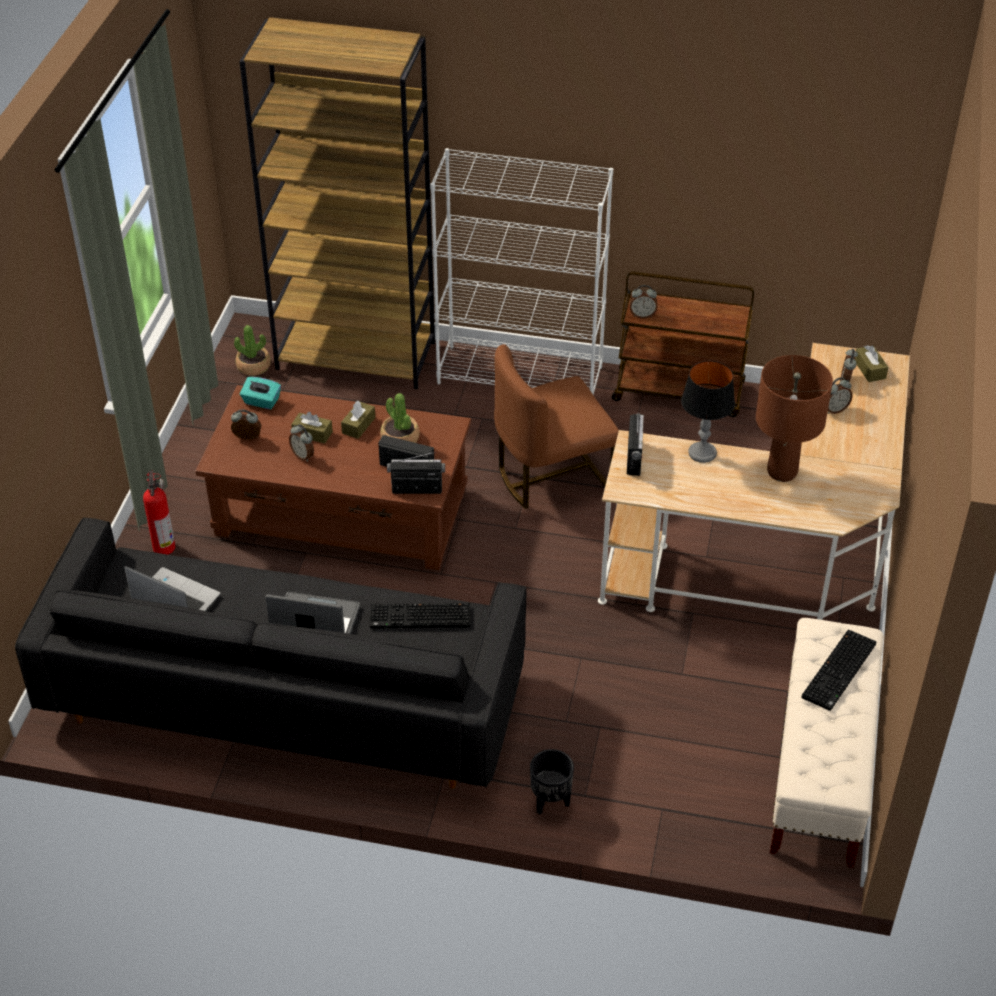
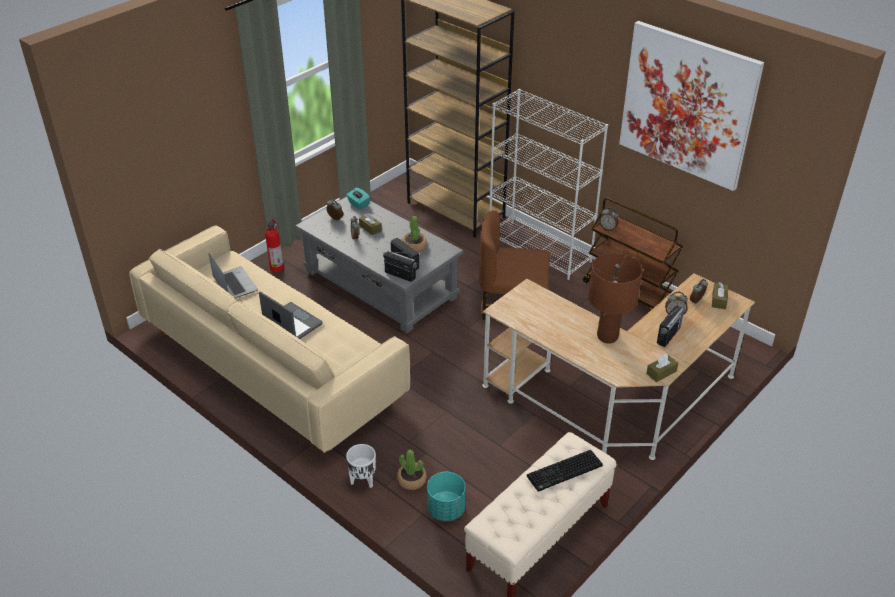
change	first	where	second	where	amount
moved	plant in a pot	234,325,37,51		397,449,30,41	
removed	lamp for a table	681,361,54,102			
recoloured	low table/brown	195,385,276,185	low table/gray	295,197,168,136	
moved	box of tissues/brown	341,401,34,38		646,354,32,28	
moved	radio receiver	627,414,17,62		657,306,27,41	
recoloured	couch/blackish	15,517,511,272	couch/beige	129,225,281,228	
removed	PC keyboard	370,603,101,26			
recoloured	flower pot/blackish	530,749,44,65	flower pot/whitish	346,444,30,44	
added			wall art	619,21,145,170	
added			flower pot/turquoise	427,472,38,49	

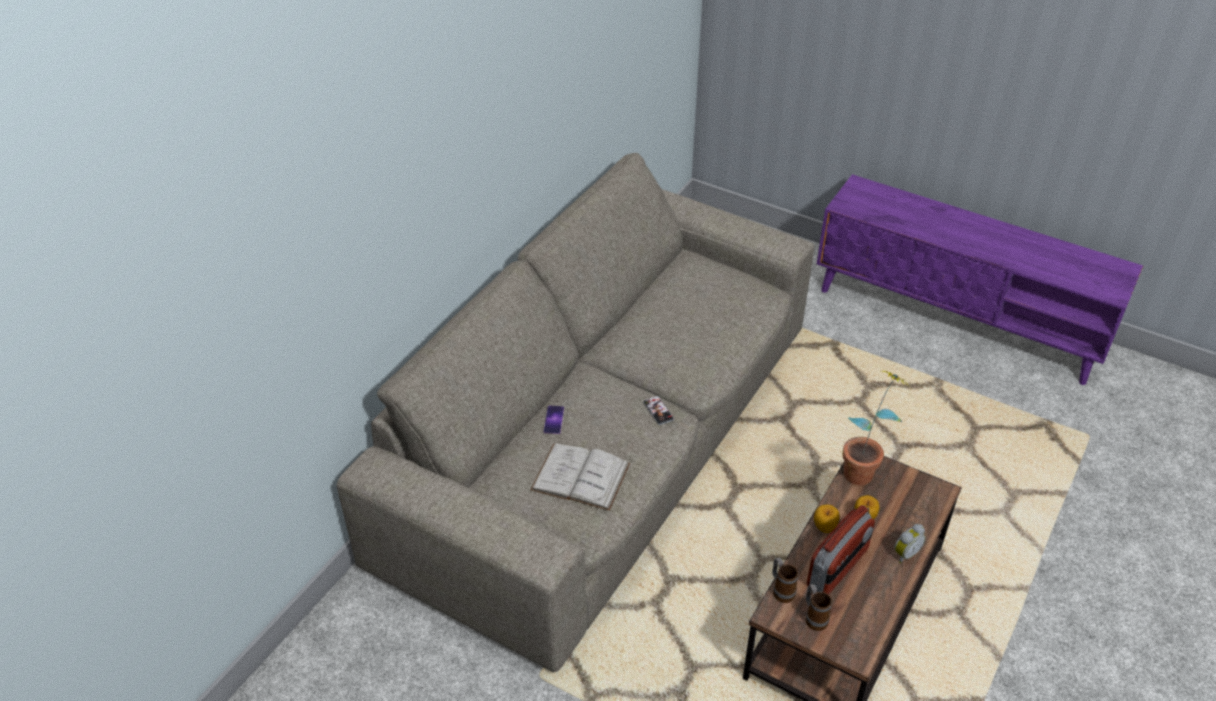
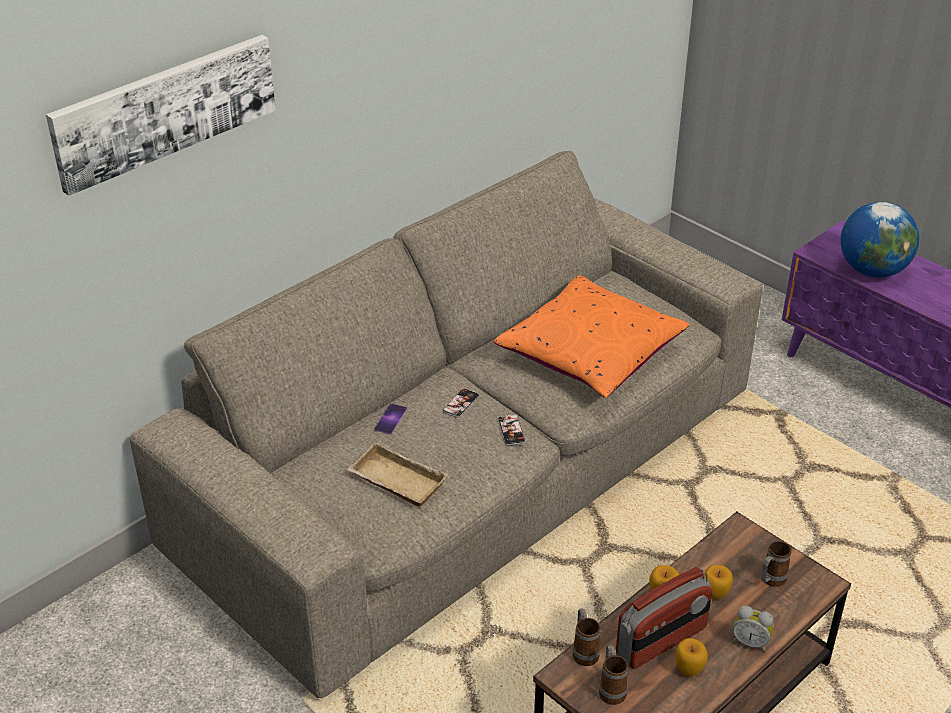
change	first	where	second	where	amount
removed	plant in a pot	842,369,66,116			
replaced	book/whitish	530,443,100,68	tray/beige	347,442,101,65	
turned	bedside clock	894,524,32,39		732,605,42,47	45 degrees clockwise
added			wall art	46,35,230,161	
added			globe	841,202,78,76	
added			cushion/orange-coloured	494,275,196,123	
added			telephone	442,388,38,30	
added			tea mug	761,541,30,46	
added			apple fruit	676,638,32,39	

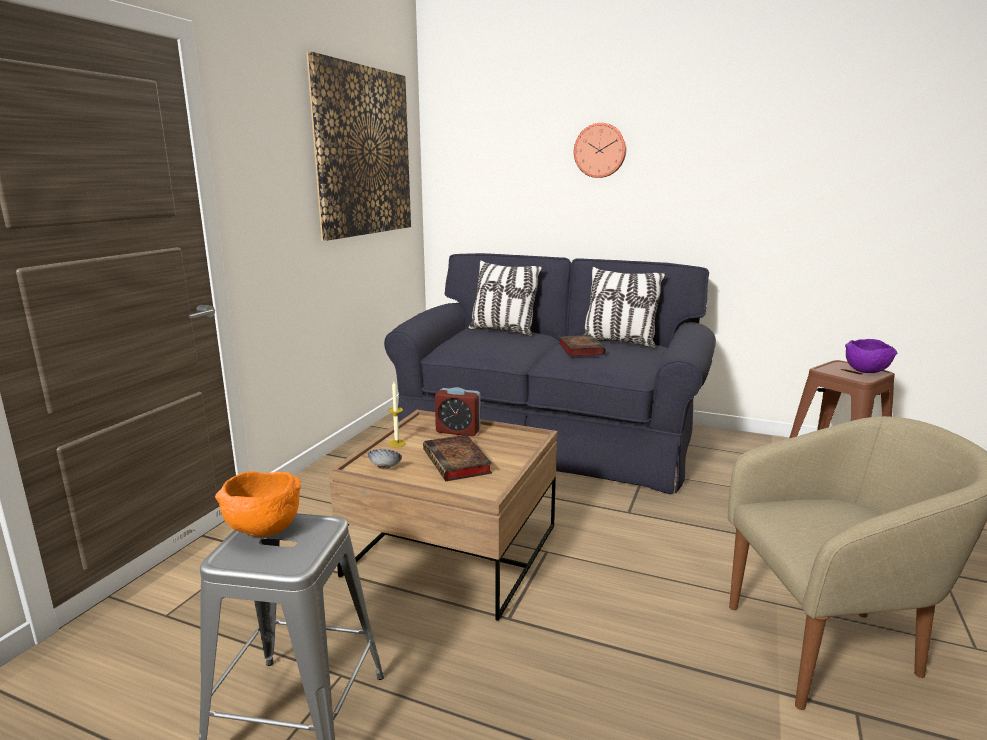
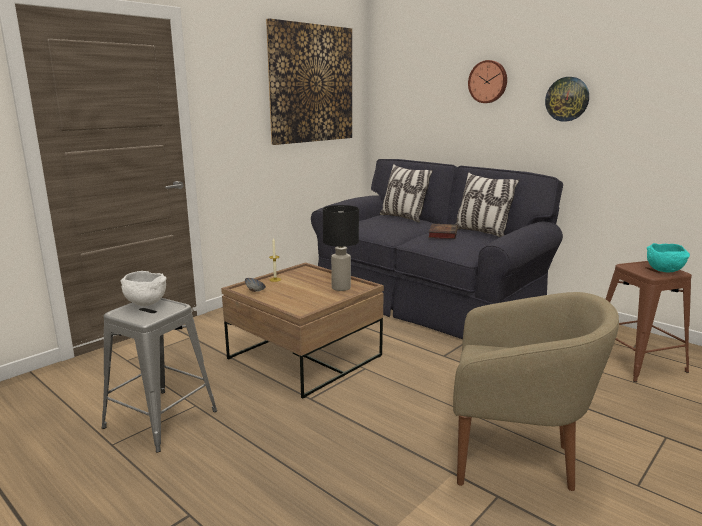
change	first	where	second	where	amount
recoloured	deep dish/purplish	845,339,53,34	deep dish/turquoise	647,243,43,30	
removed	bedside clock	435,387,46,49			
removed	book	423,435,69,46			
recoloured	deep dish/orange-coloured	215,471,86,66	deep dish/whitish	120,271,46,35	
added			hanging clock	545,77,44,45	
added			lamp for a table/blackish	323,205,36,86	

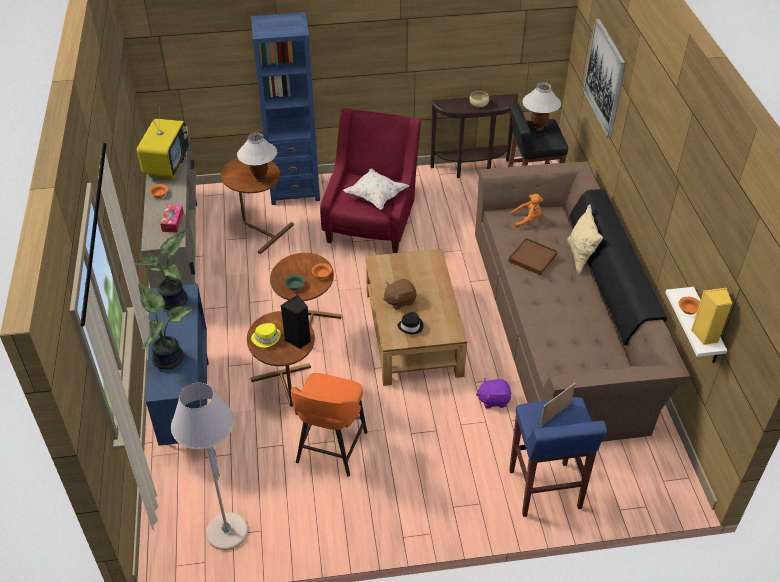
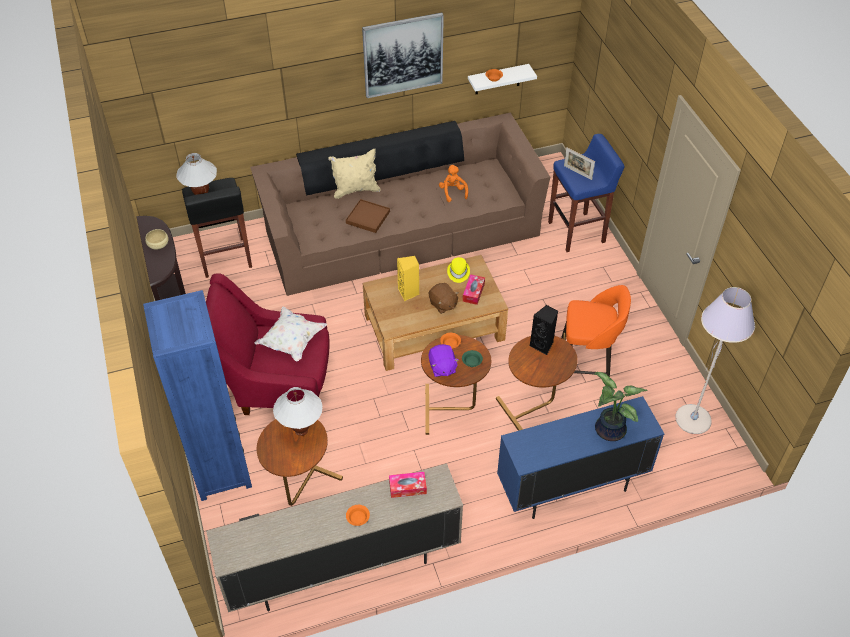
change	first	where	second	where	amount
moved	wall art	583,18,43,119		362,12,82,86	
removed	television	137,107,52,72			
moved	soft toy/orange-coloured	511,194,32,34		439,165,29,37	
removed	plant in a pot	135,229,53,81			
moved	loudspeaker/yellowish	691,288,41,57		397,256,22,45	
replaced	clothing hat/blackish	397,312,27,22	box of tissues	463,274,22,31	
moved	clothing hat/yellowish	251,323,30,25		447,257,23,26	
moved	soft toy/purplish	476,378,35,30		429,344,30,33	

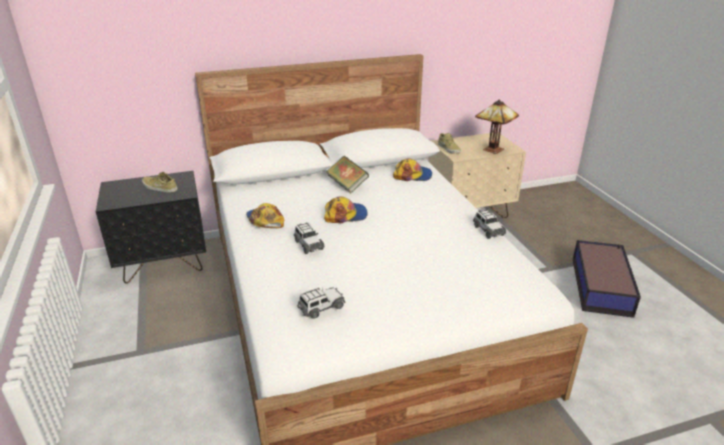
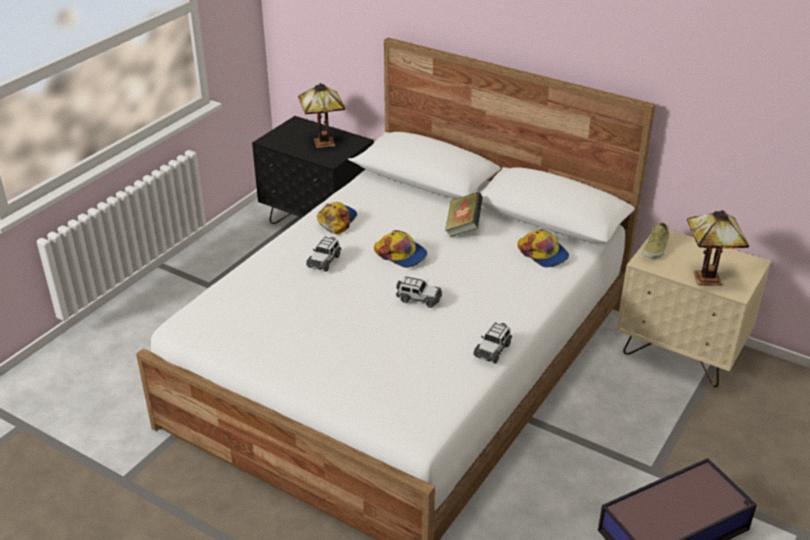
change	first	where	second	where	amount
replaced	low shoe/beige	142,172,36,20	lamp for a table	298,83,47,65	
moved	miniature car	297,287,49,32		396,276,46,32	

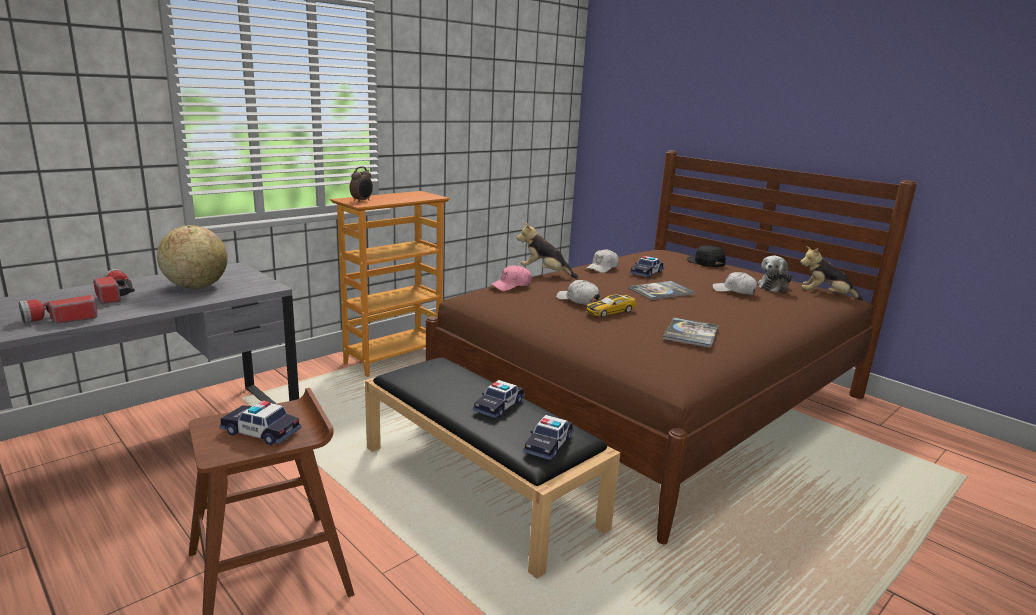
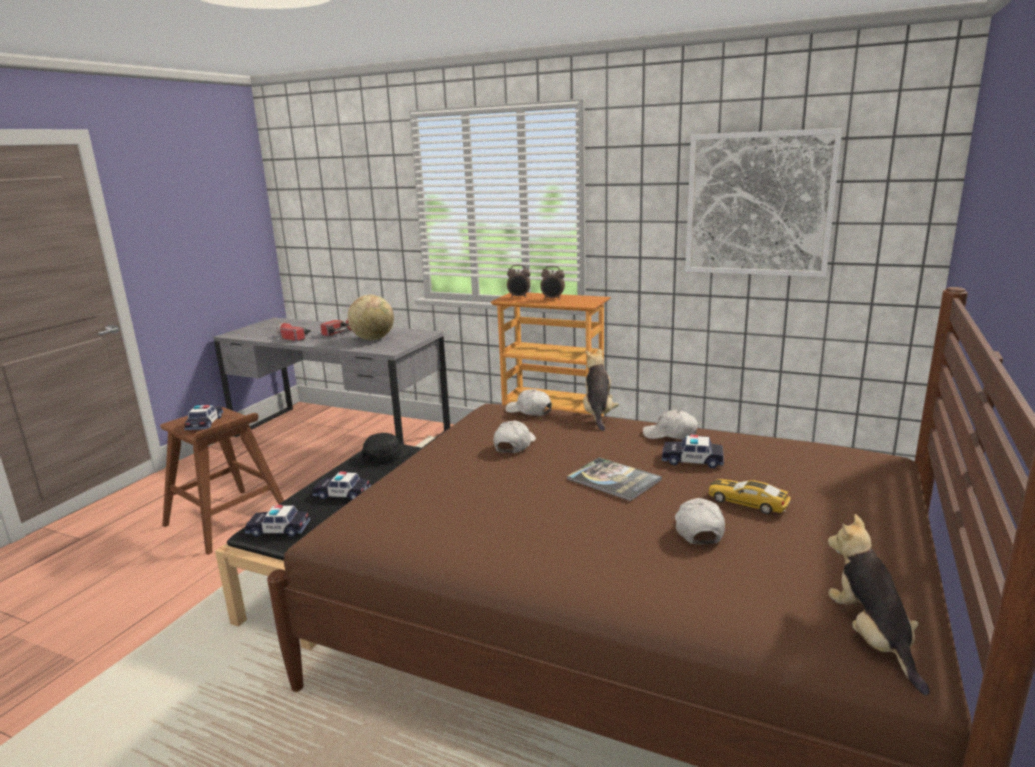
change	first	where	second	where	amount
moved	cap/blackish	687,245,39,22		362,433,48,32	
removed	soft toy	758,256,34,37			
recoloured	cap/pink	490,265,42,26	cap/whitish	505,389,47,27	
moved	miniature car	586,294,51,24		709,479,82,35	
removed	book	663,318,56,30			
added			wall art	685,128,157,149	
added			bedside clock	540,266,25,34	

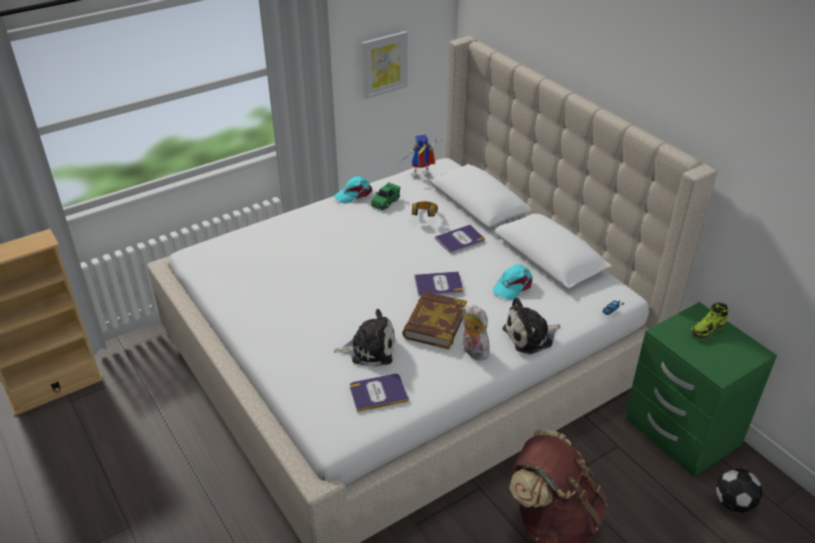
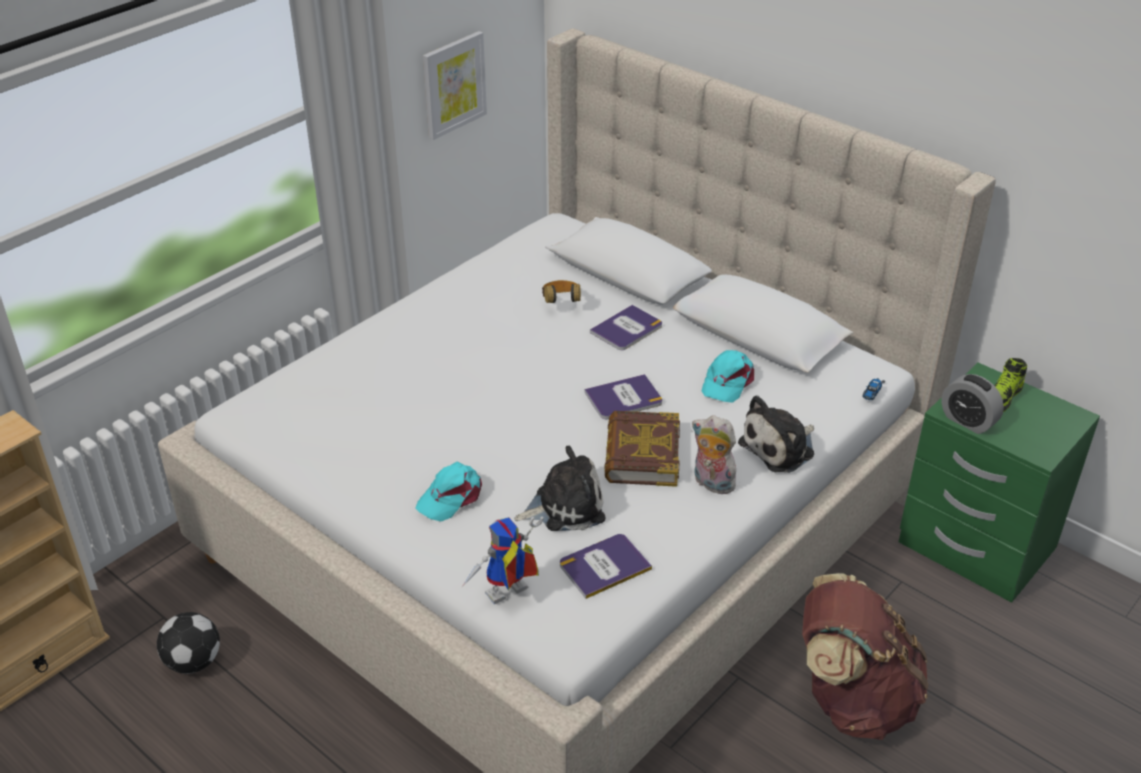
change	first	where	second	where	amount
moved	model robot	399,135,43,43		462,516,81,88	
moved	cap/turquoise	334,176,38,28		415,462,67,60	
removed	miniature car/green	371,182,29,28			
moved	football ball	716,468,47,45		157,612,63,62	
added			bedside clock	941,374,63,60	

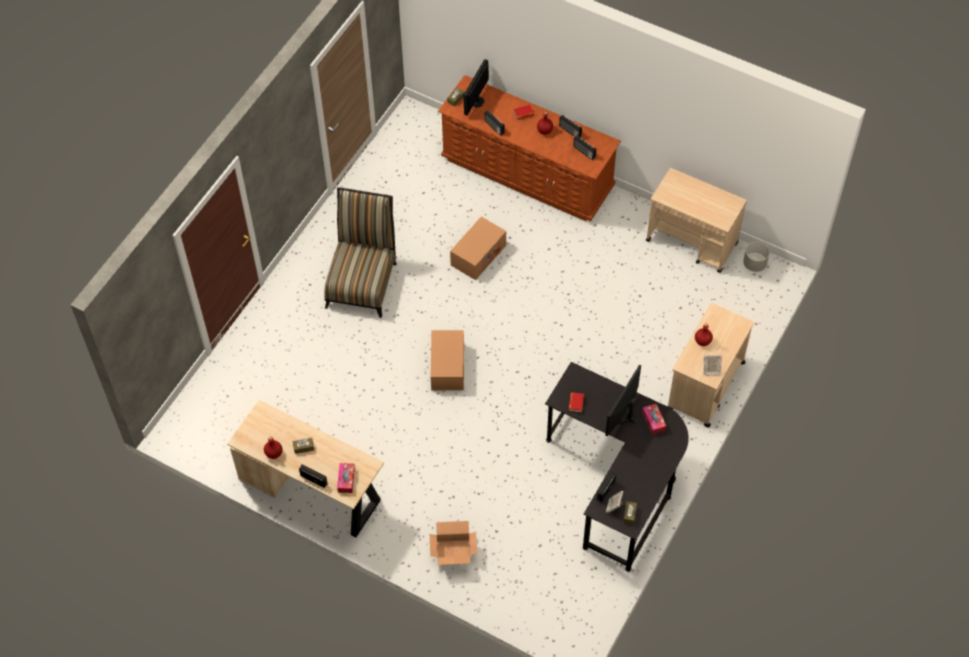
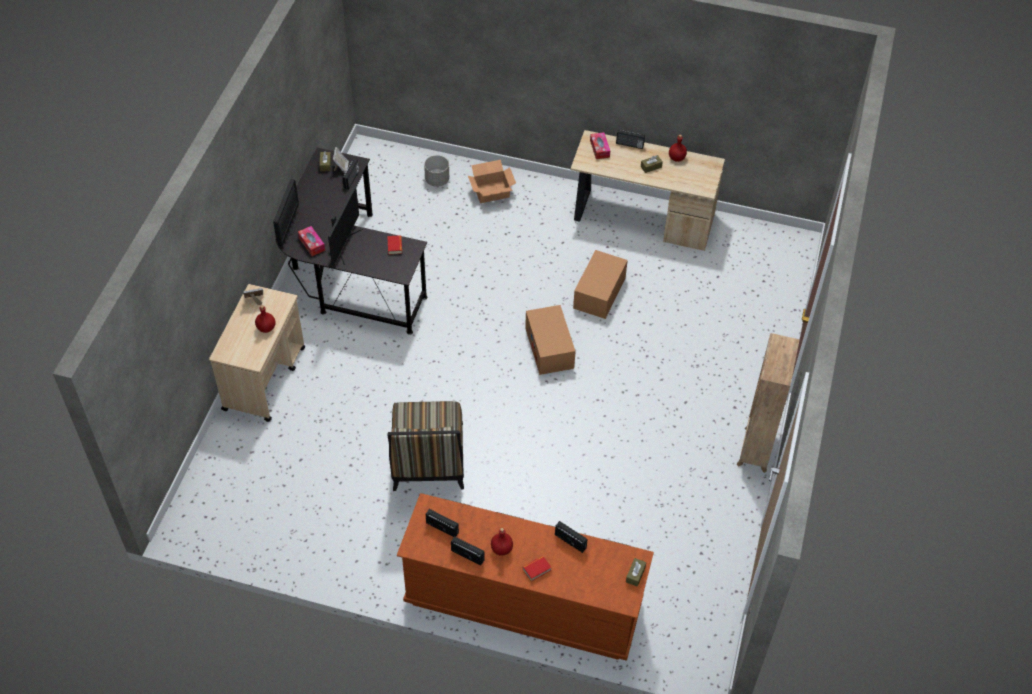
change	first	where	second	where	amount
moved	monitor	464,59,25,56		273,179,26,68	
removed	trolley/beige	646,168,101,105			
moved	plain chair	324,187,73,131		387,401,77,90	
moved	packing box	450,217,56,63		573,250,55,69	
moved	flower pot/gray	743,242,27,30		424,155,25,32	
added			bookcase/brown	737,333,63,140	

